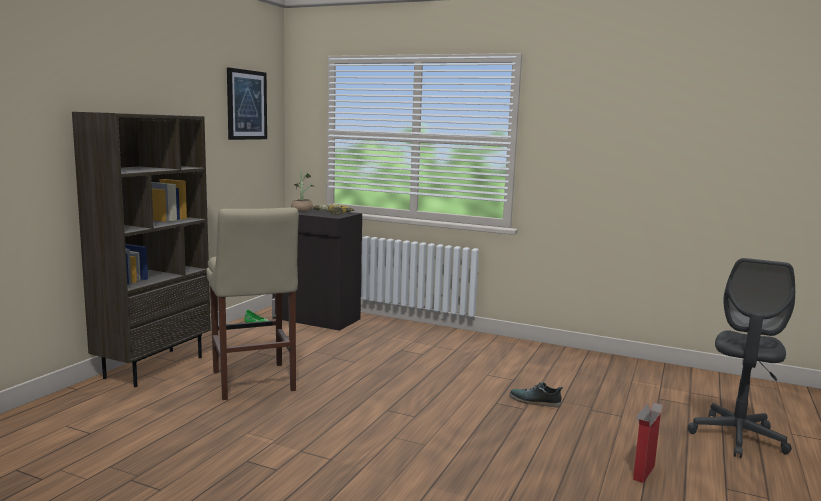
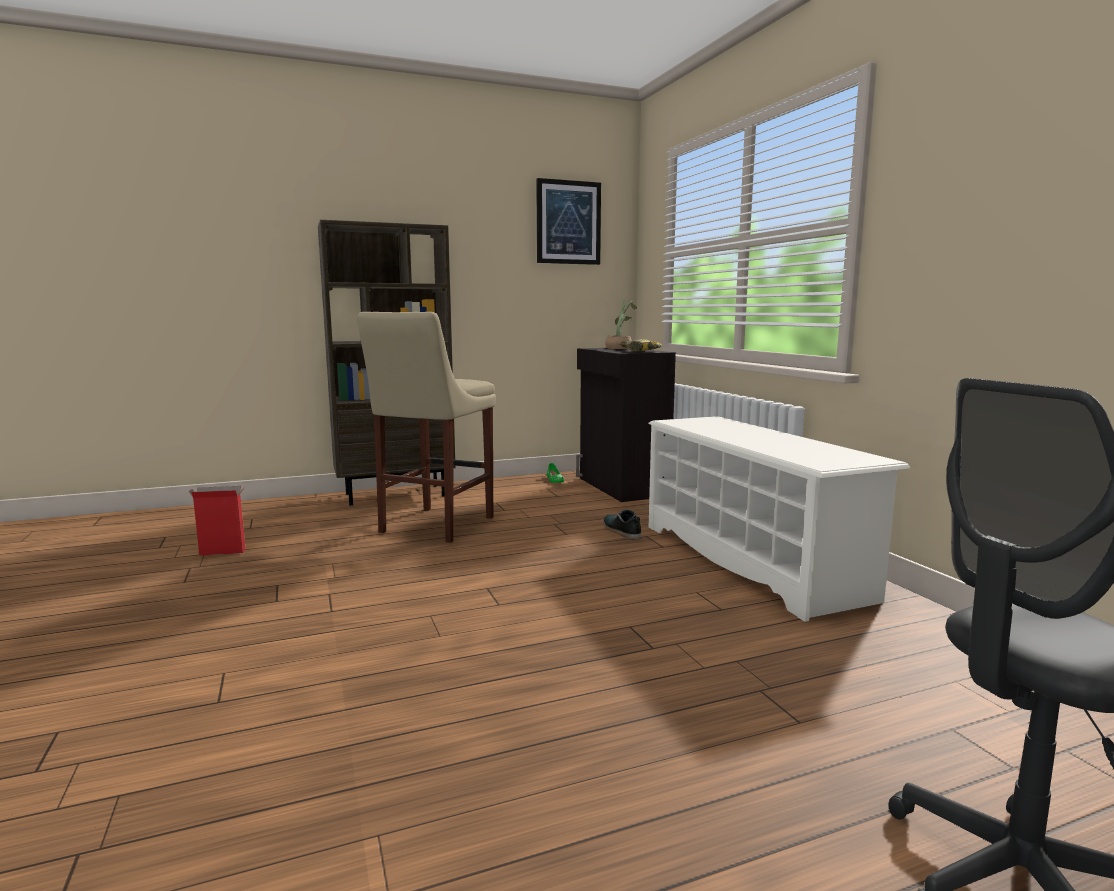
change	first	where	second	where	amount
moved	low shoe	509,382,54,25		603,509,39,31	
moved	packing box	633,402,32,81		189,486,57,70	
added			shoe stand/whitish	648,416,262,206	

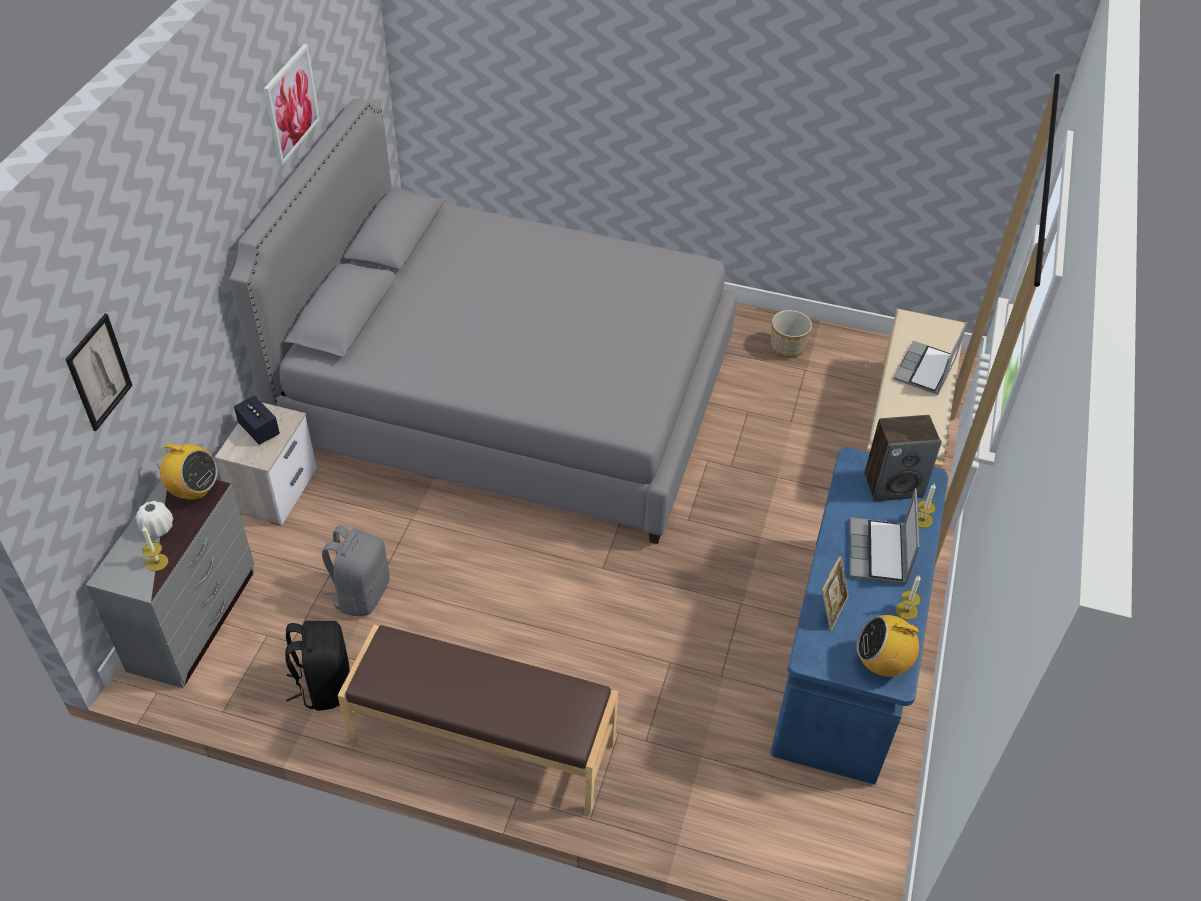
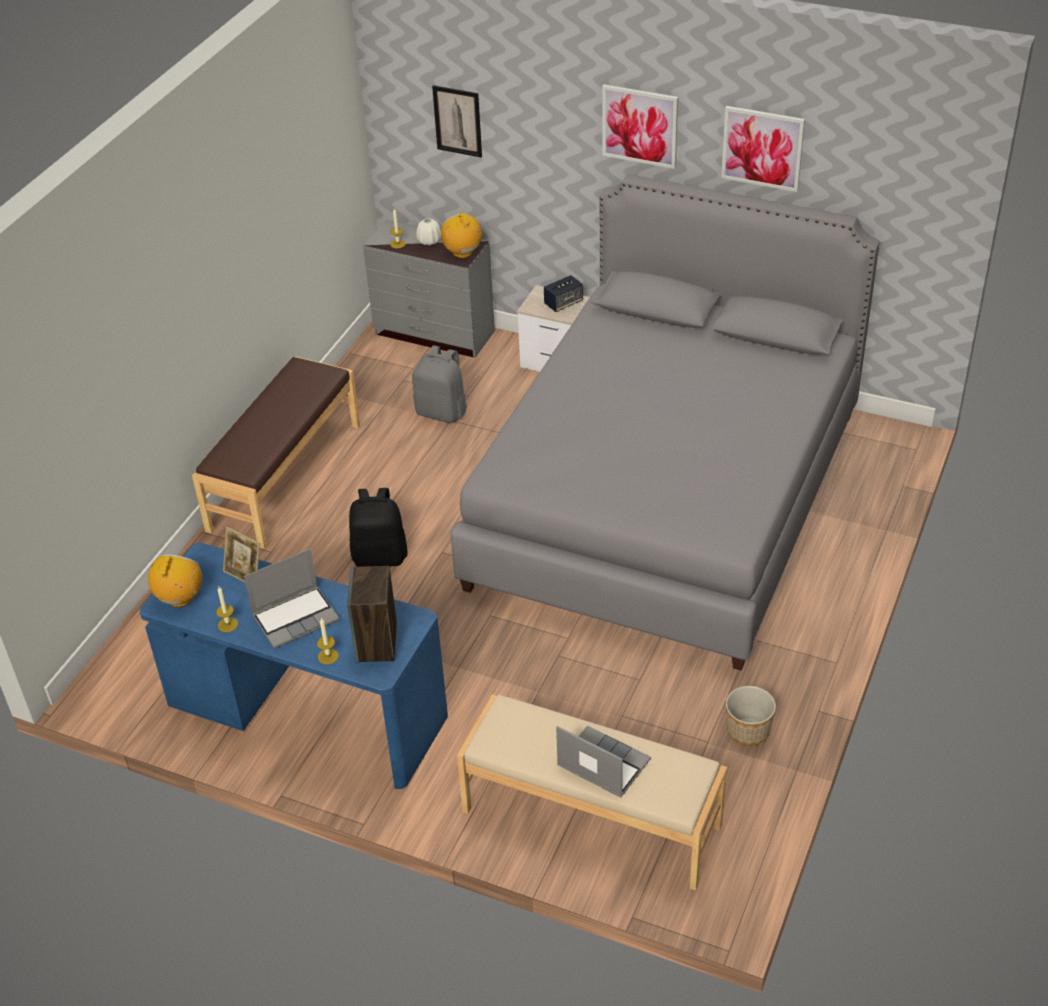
change	first	where	second	where	amount
turned	radio receiver	150,444,67,57		441,212,41,46	120 degrees clockwise
turned	laptop	850,488,69,96		244,549,96,100	135 degrees clockwise
moved	rucksack/blackish	285,621,65,90		349,488,59,79	
added			wall art	602,84,76,85	

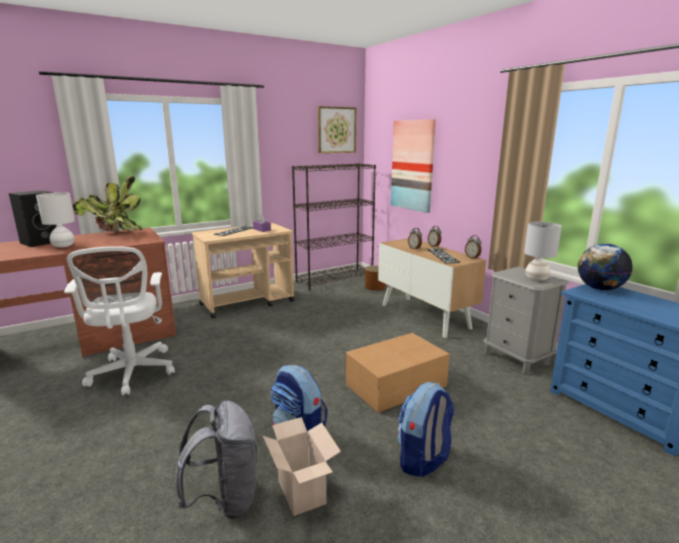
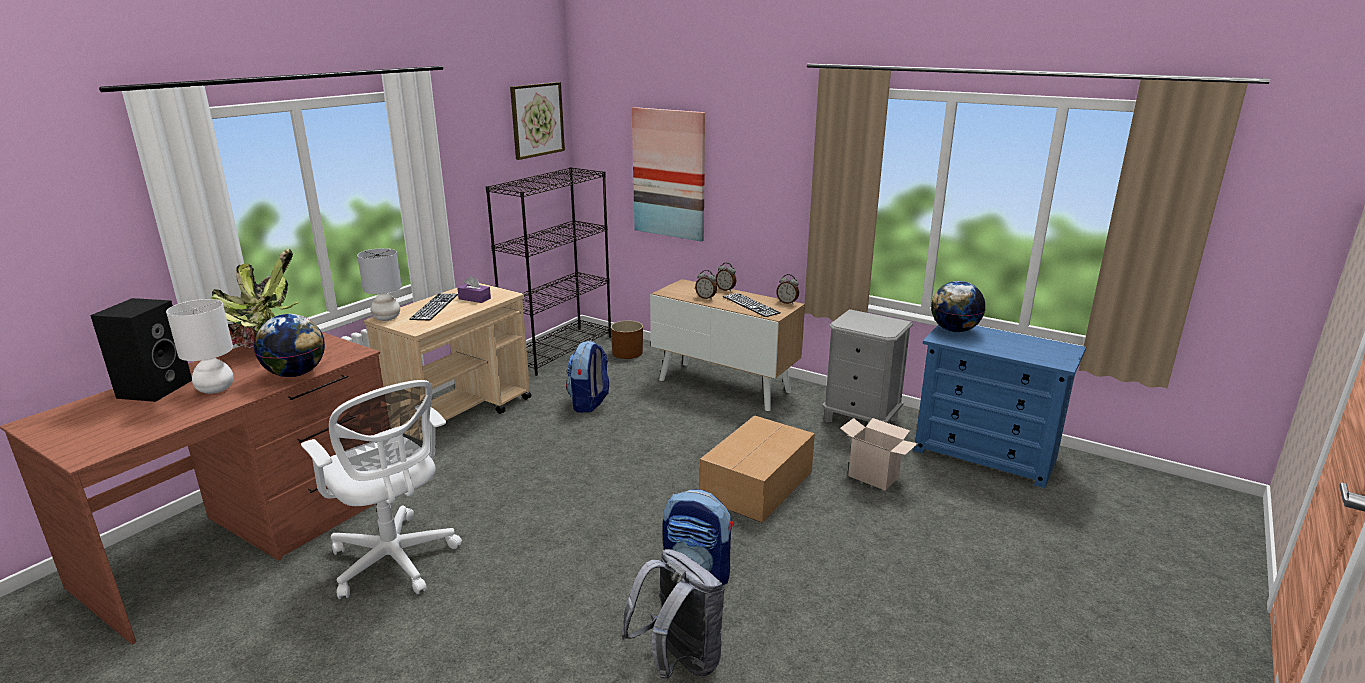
change	first	where	second	where	amount
moved	lamp for a table/gray	524,222,38,59		357,248,45,73	
moved	rucksack	397,382,57,95		566,341,43,71	
moved	packing box	263,417,78,99		840,418,78,72	
added			globe	254,314,71,63	

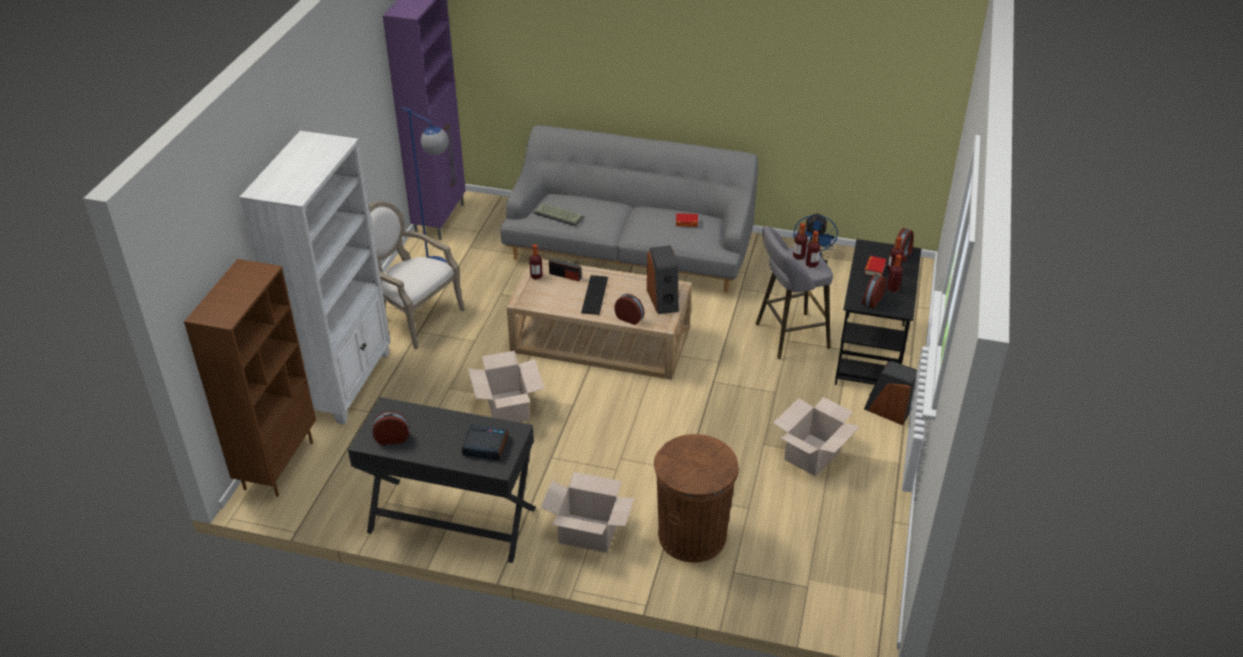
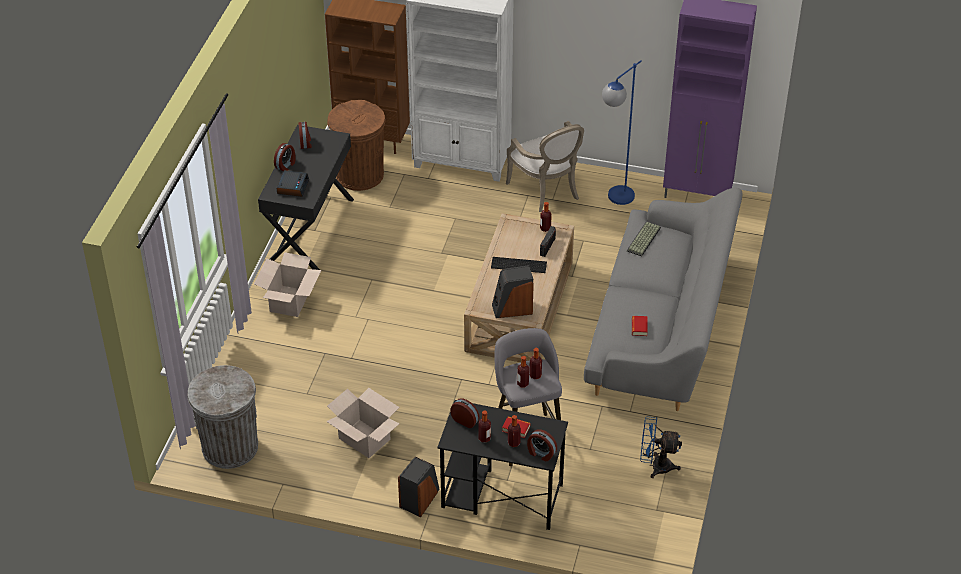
change	first	where	second	where	amount
turned	armchair	369,201,96,148		506,121,78,91	120 degrees clockwise
moved	bedside clock	614,294,31,31		274,143,22,28	
removed	packing box	468,351,77,71			
moved	rubbish bin/brown	654,434,85,128		327,100,58,91	
added			rubbish bin/gray	187,365,71,104	

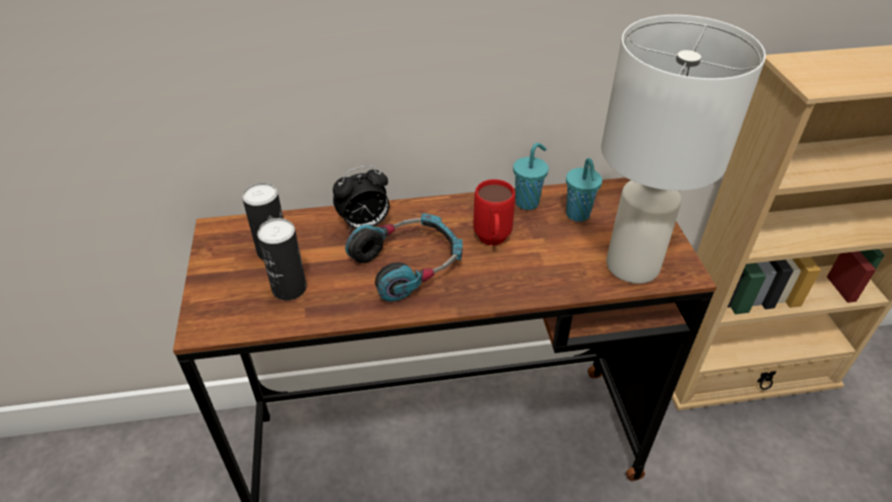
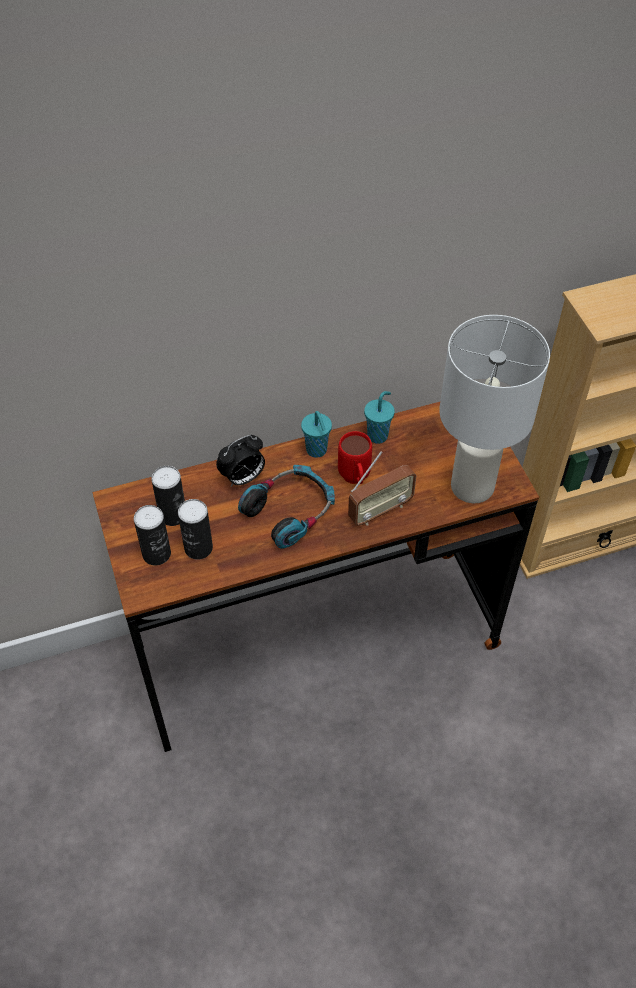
change	first	where	second	where	amount
moved	cup/turquoise	566,158,36,64		301,411,31,47	
added			radio receiver	348,451,68,75	
added			can	134,505,37,61	

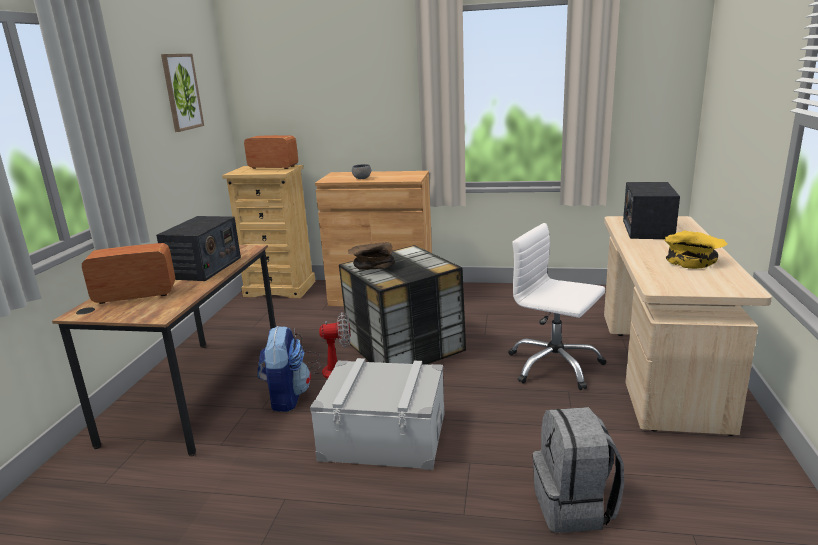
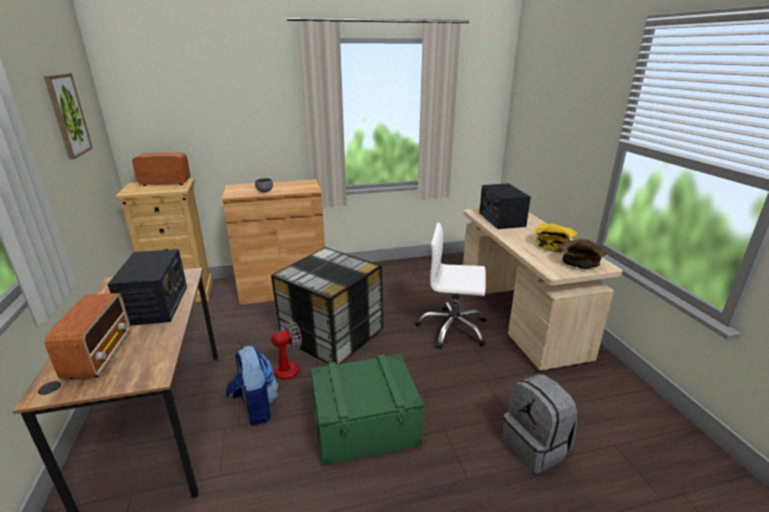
change	first	where	second	where	amount
moved	deep dish/brown	348,242,47,28		559,239,49,30	
turned	radio receiver	82,243,93,61		44,293,86,86	120 degrees clockwise
recoloured	storage bin/gray	310,358,134,112	storage bin/green	310,354,114,112	

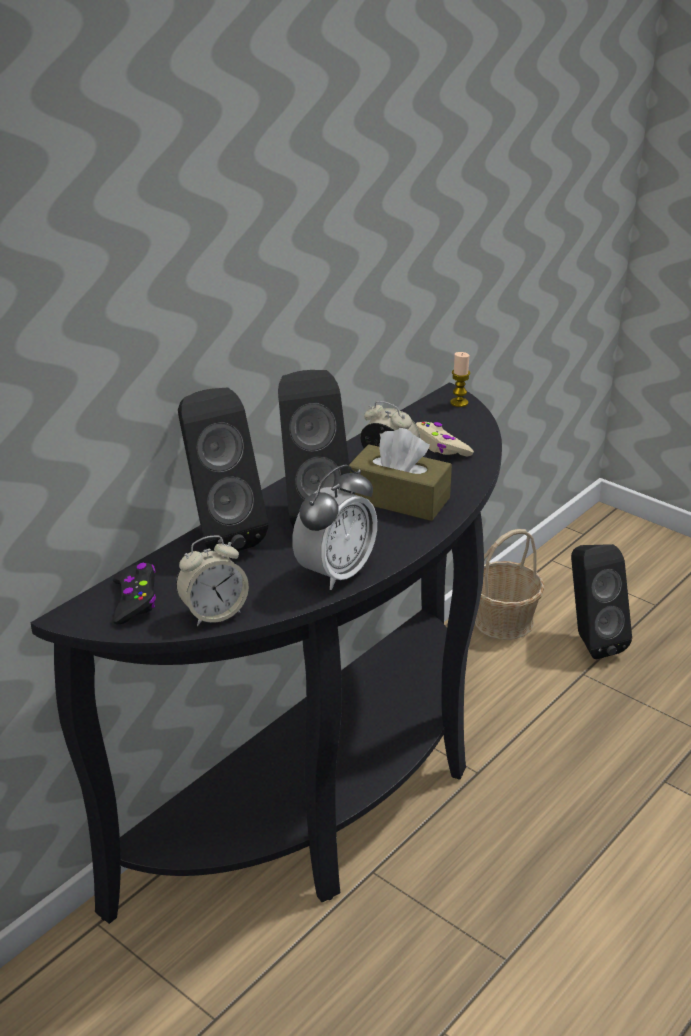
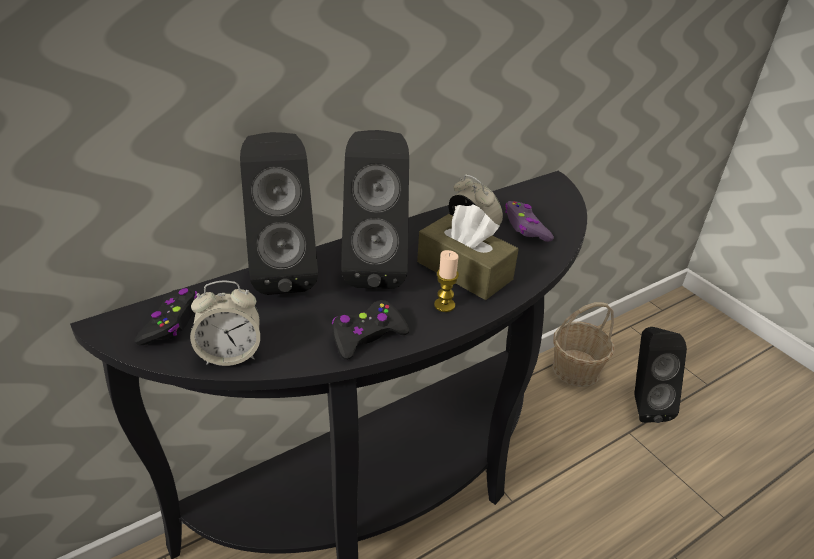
change	first	where	second	where	amount
moved	wax light	450,352,20,55		434,250,25,62	
recoloured	gamepad/beige	416,422,58,35	gamepad/purplish	505,201,49,41	
replaced	bedside clock	292,465,85,125	gamepad/blackish	332,300,77,60	

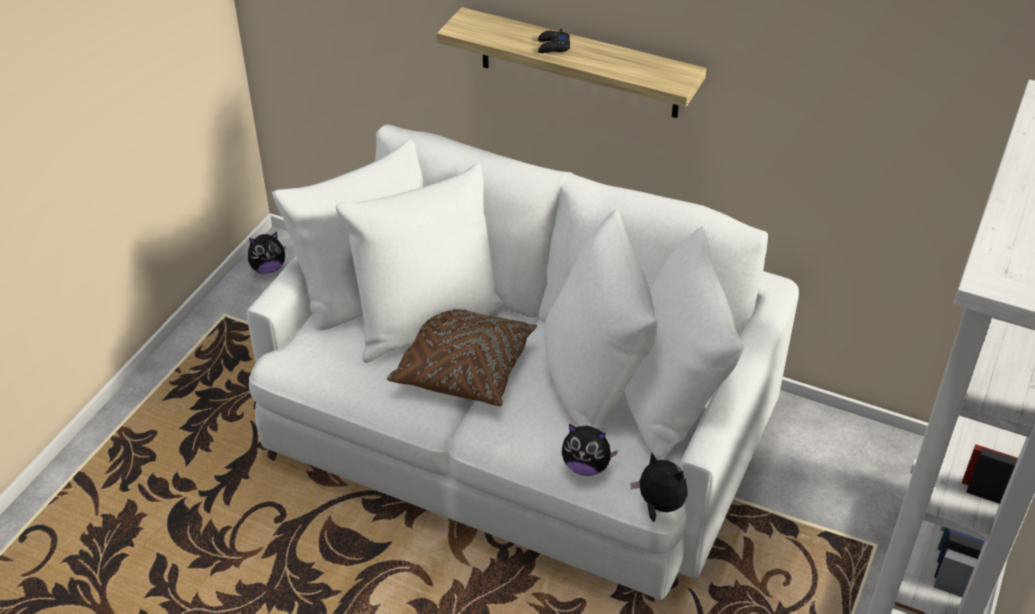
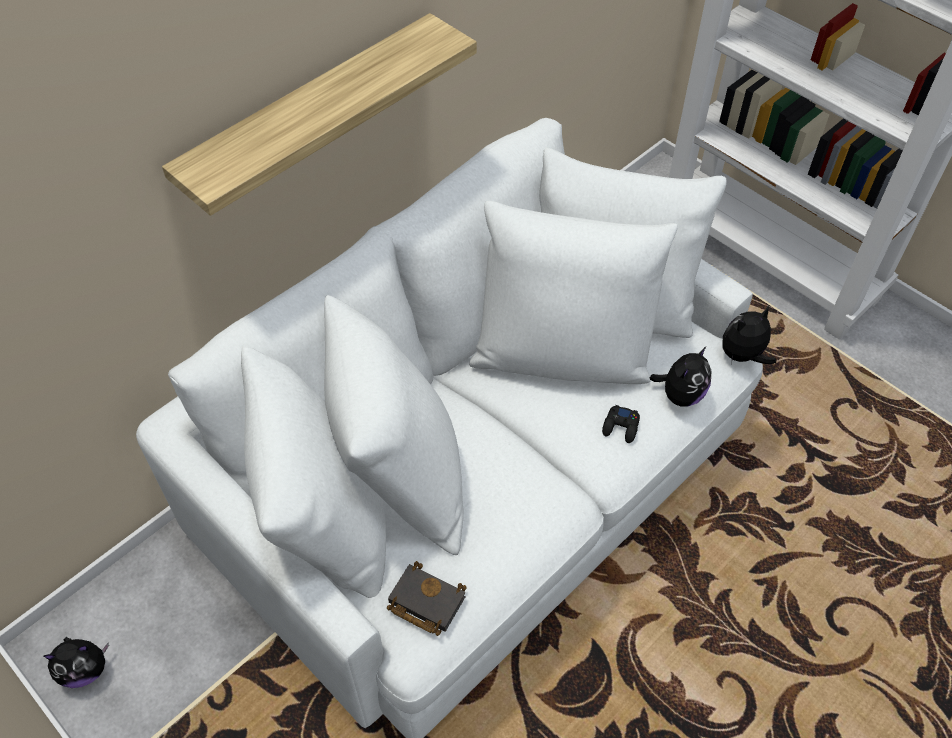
change	first	where	second	where	amount
moved	gamepad/blackish	538,29,32,24		602,405,38,38	
turned	soft toy	248,232,37,42		44,637,65,51	75 degrees clockwise
removed	cushion/brown	387,309,150,97			
added			book/blackish	387,561,80,75	

